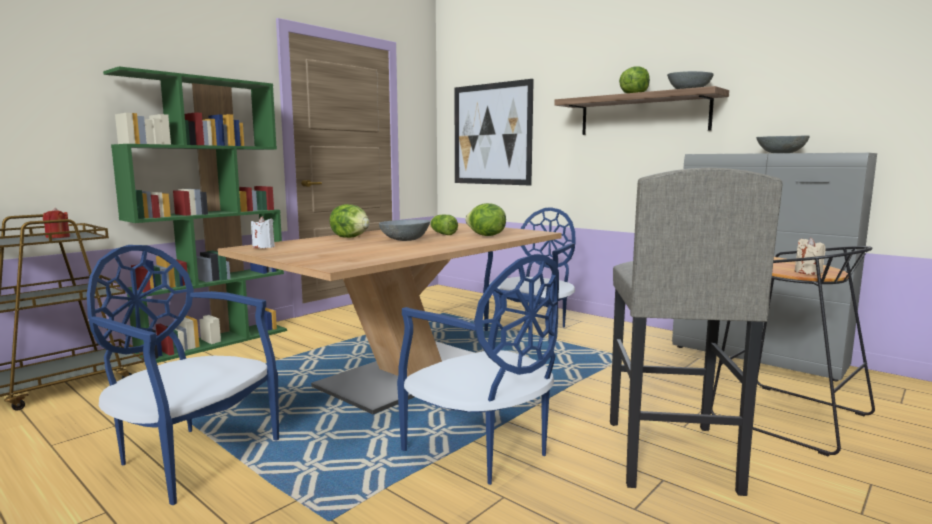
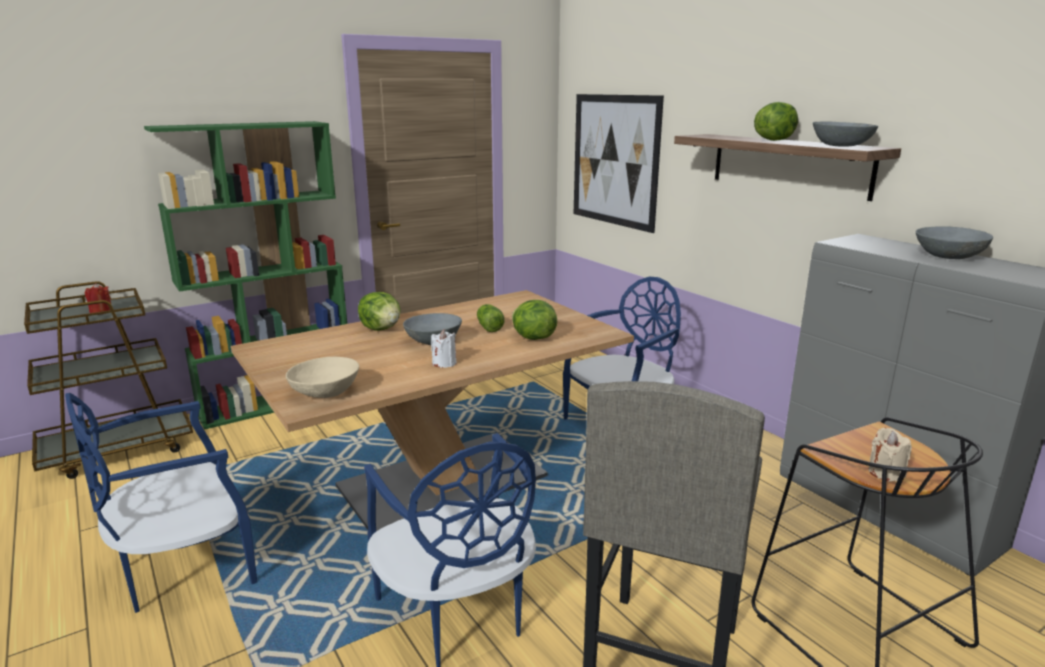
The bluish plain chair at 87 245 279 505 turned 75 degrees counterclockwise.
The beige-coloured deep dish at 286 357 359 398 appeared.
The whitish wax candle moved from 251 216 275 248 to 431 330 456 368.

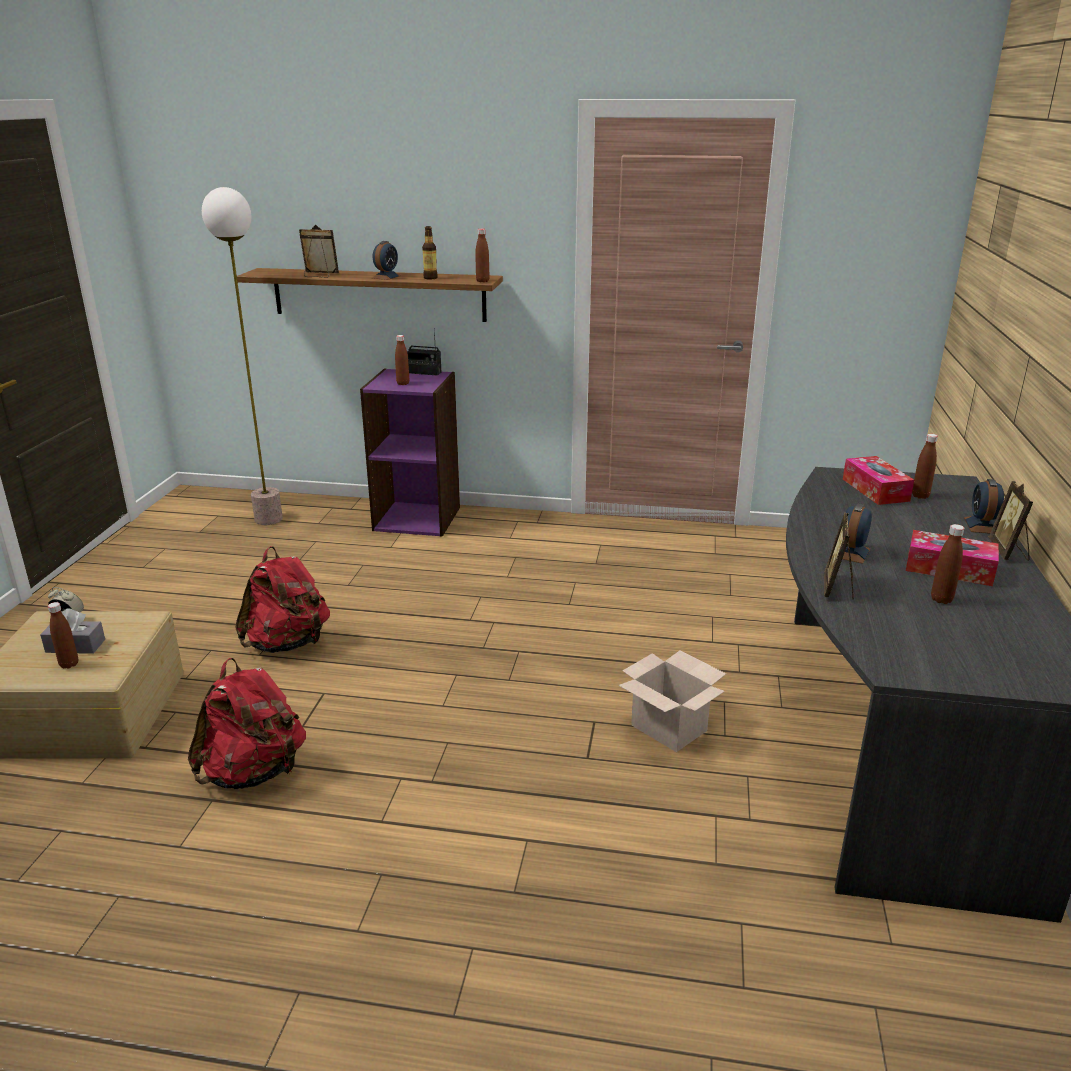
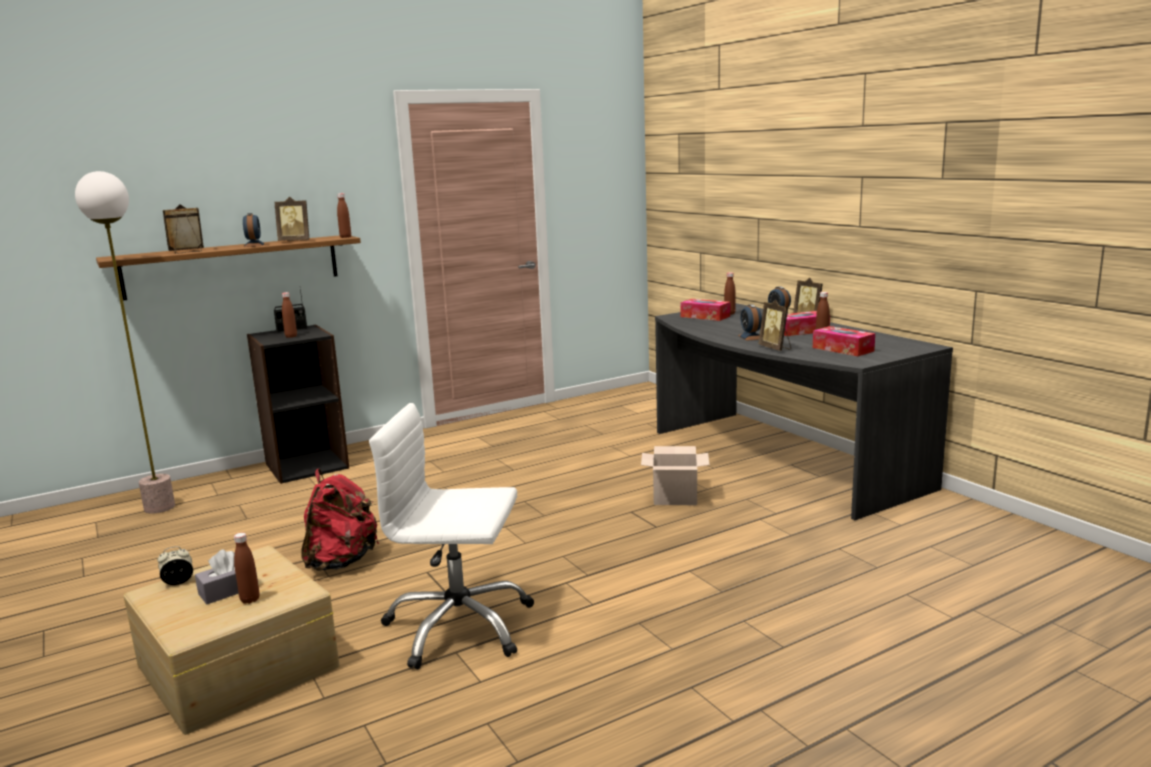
The purple bookcase at 360 368 460 537 became the blackish bookcase at 247 324 349 484.
The bottle at 422 226 438 279 was replaced by the photo frame at 275 197 309 241.
The reddish knapsack at 188 658 306 789 was replaced by the whitish computer chair at 369 403 534 669.
The tissue holder at 813 326 875 356 appeared.

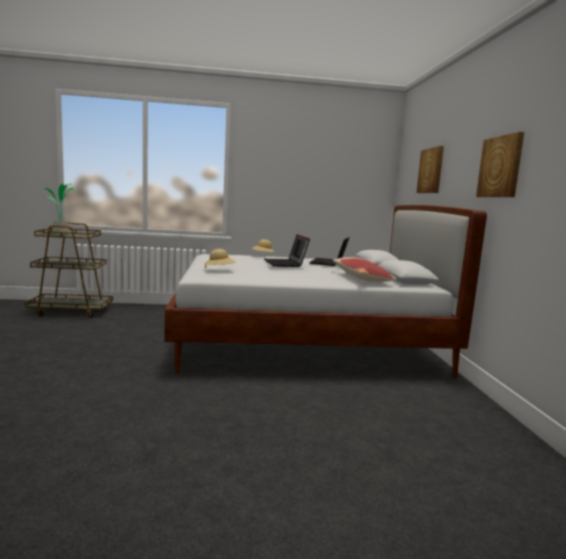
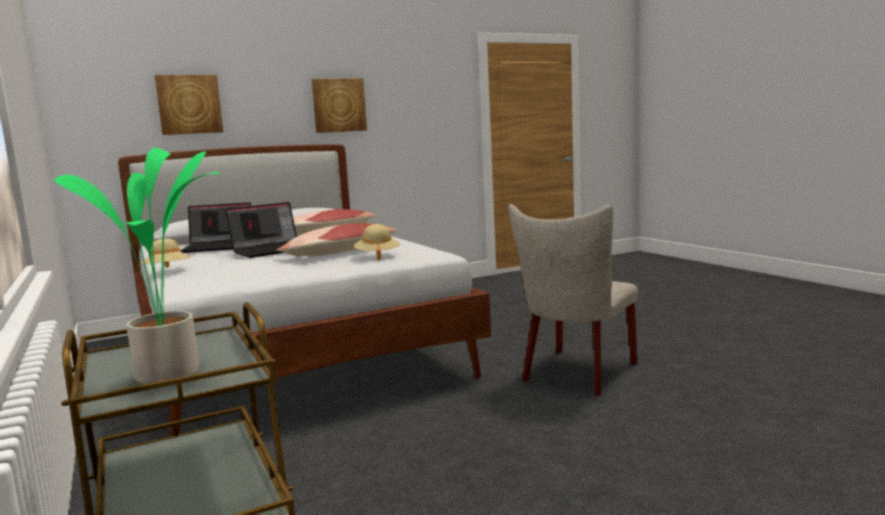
The throw pillow at 277 223 397 257 appeared.
The beige-coloured plain chair at 509 204 638 396 appeared.

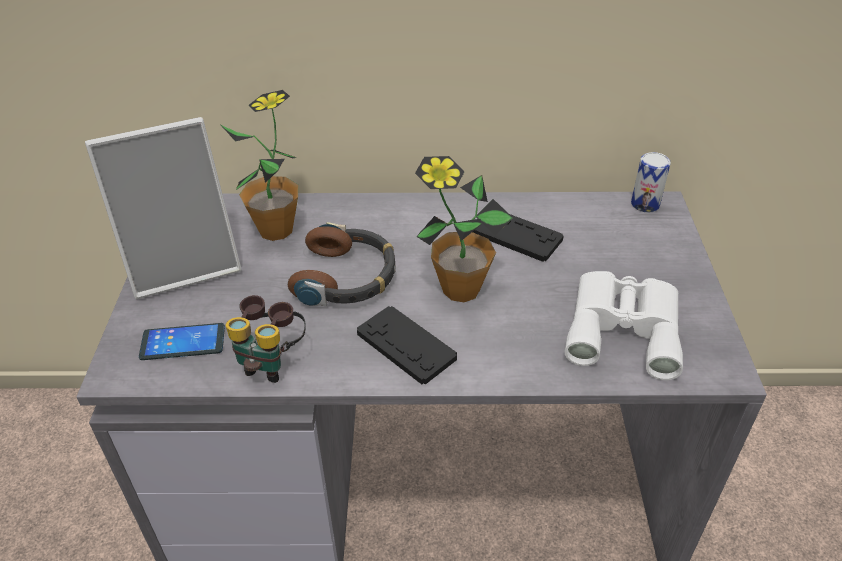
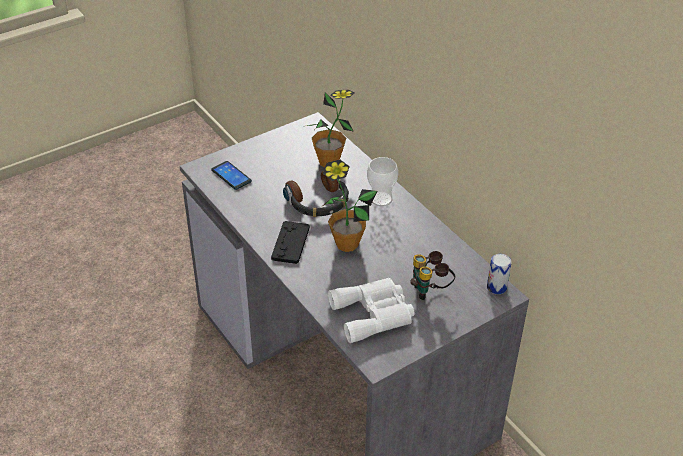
The drinking cup at 367 157 398 206 appeared.
The field glasses moved from 225 295 306 383 to 410 251 455 300.
The photo frame at 85 117 242 299 disappeared.
The blackish joypad at 473 214 564 262 disappeared.

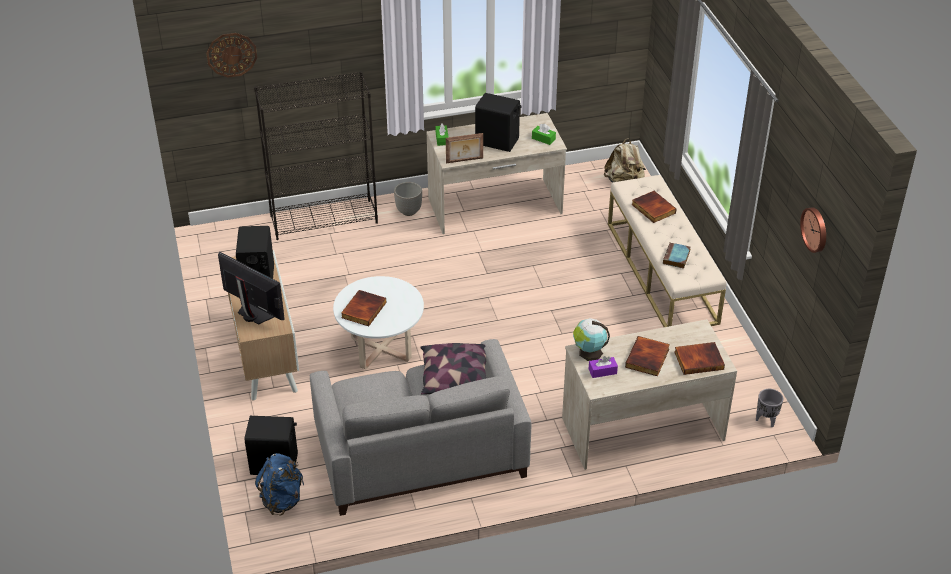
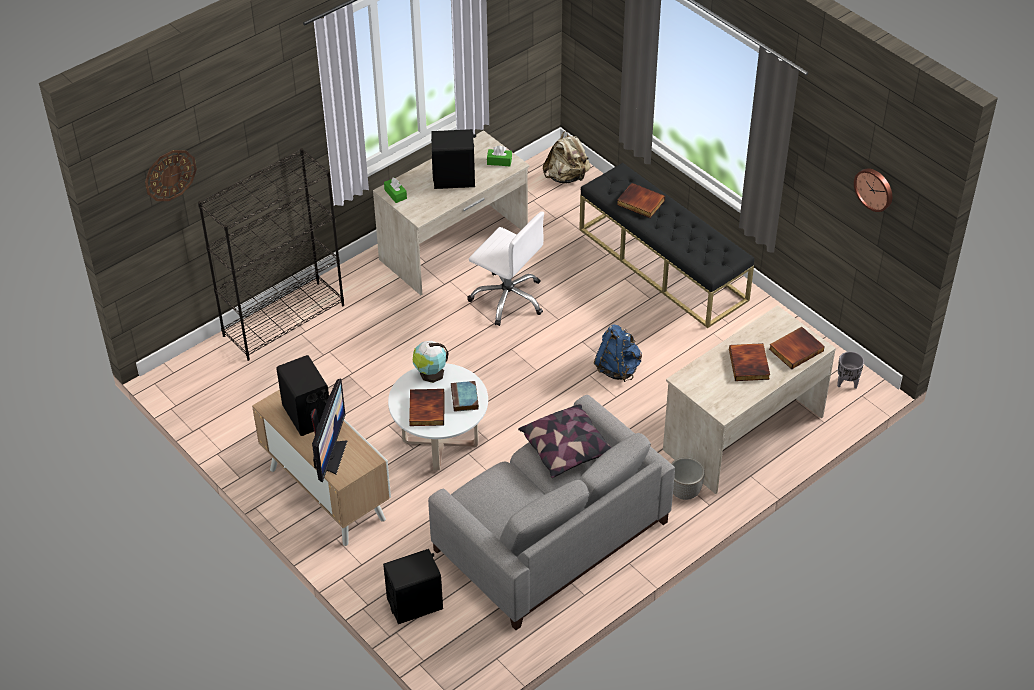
The computer display at 218 252 285 324 turned 90 degrees clockwise.
The desk globe moved from 573 318 610 361 to 413 341 448 383.
The bound book moved from 663 243 691 269 to 451 381 479 412.
The whitish computer chair at 468 211 544 326 appeared.
The beige-coloured long seat at 608 175 727 327 became the blackish long seat at 579 163 754 328.
The bluish knapsack moved from 255 453 304 516 to 594 324 642 382.
The planter moved from 394 182 422 216 to 671 457 705 500.
The photo frame at 446 133 483 163 disappeared.
The purple tissue holder at 589 356 618 378 disappeared.

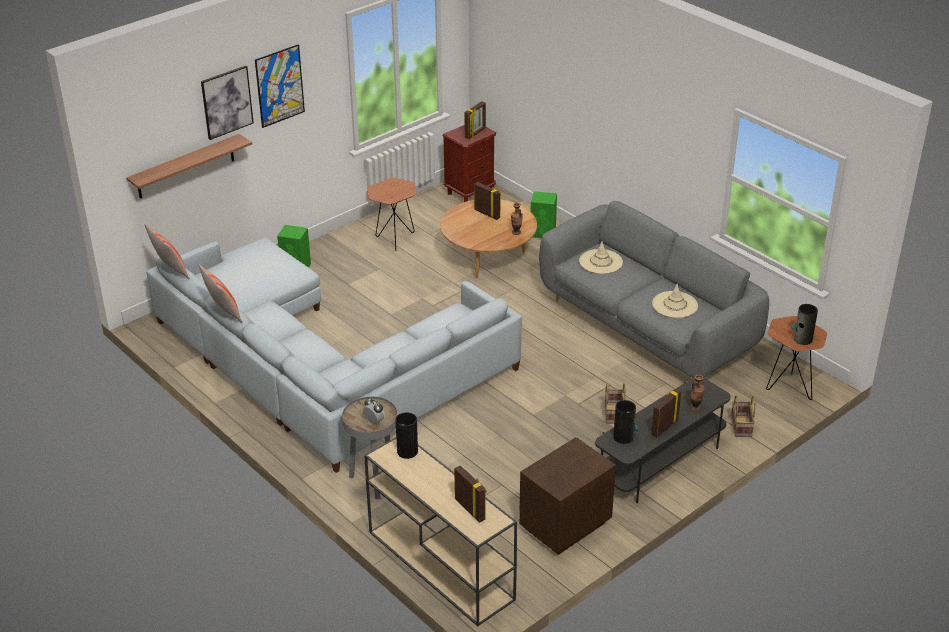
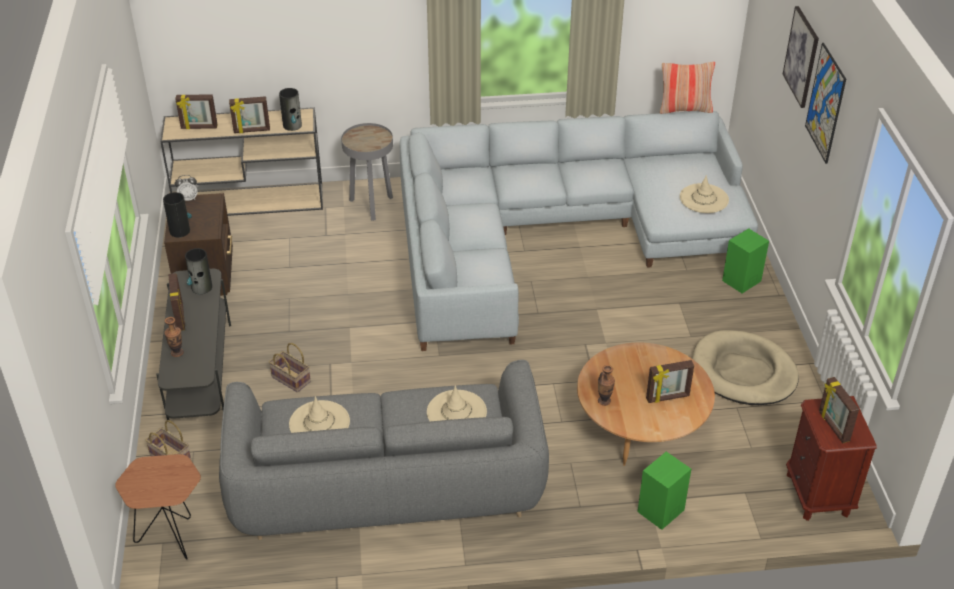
The flower vase moved from 791 304 818 345 to 163 192 192 237.
The table clock moved from 363 398 385 424 to 175 175 198 201.
The photo frame at 229 96 270 133 appeared.
The beige-coloured hat at 680 175 729 213 appeared.
The brownish accent table at 367 178 417 251 was replaced by the beige-coloured dog cushion at 692 330 799 405.
The bracket shelf at 126 134 252 198 disappeared.
The throw pillow at 198 264 243 323 disappeared.

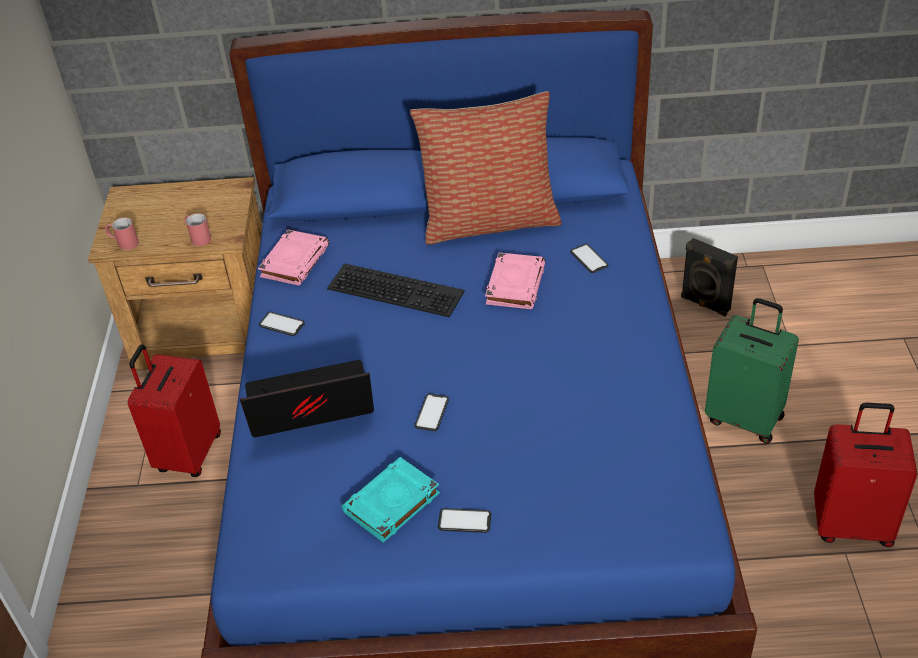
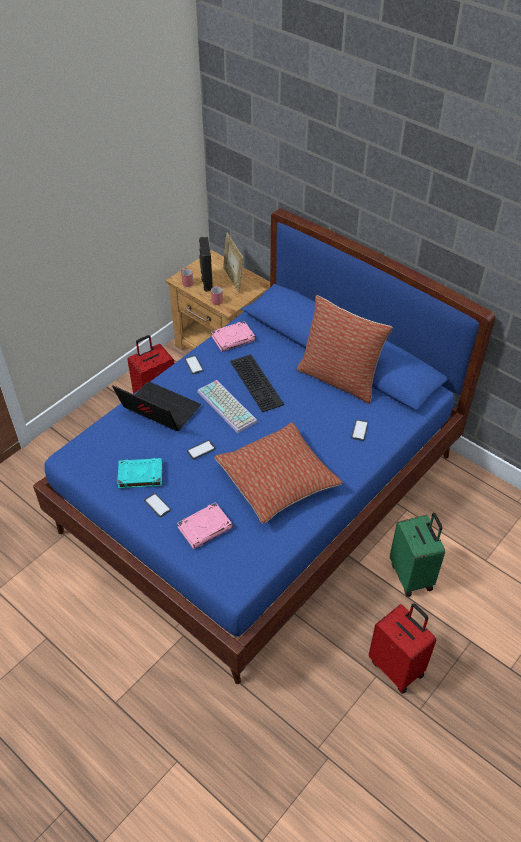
The pink-coloured bound book moved from 485 253 545 309 to 177 502 233 549.
The computer keyboard at 197 380 258 433 appeared.
The blackish loudspeaker moved from 681 238 738 316 to 199 237 213 292.
The throw pillow at 214 422 343 524 appeared.
The photo frame at 223 233 243 292 appeared.

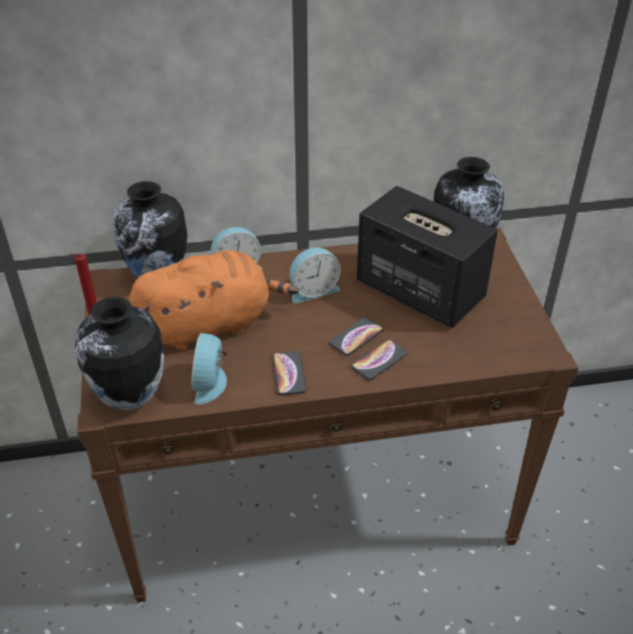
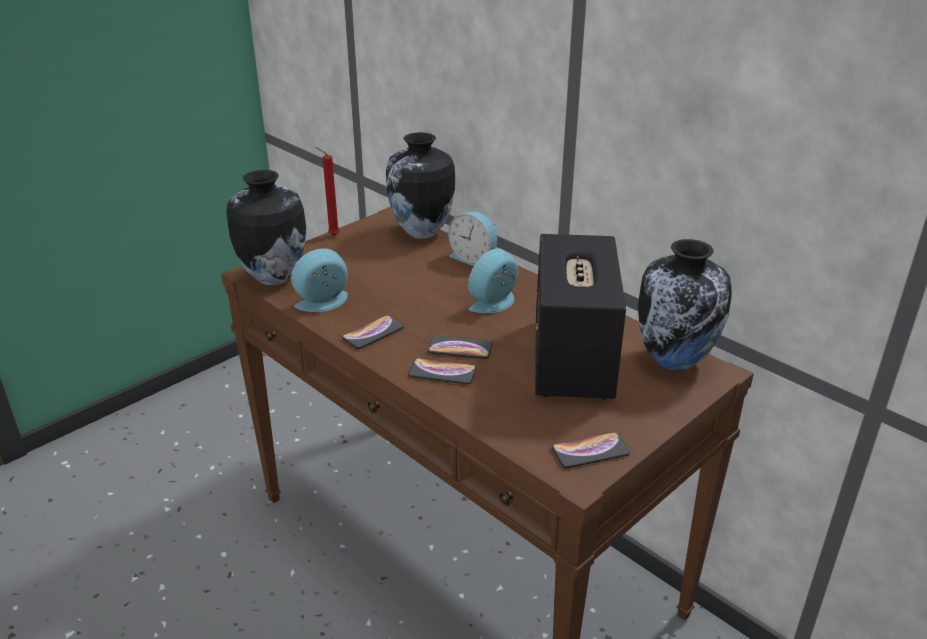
The table clock at 290 248 341 303 turned 105 degrees clockwise.
The telephone at 552 432 630 468 appeared.
The orange plush toy at 129 250 299 350 disappeared.

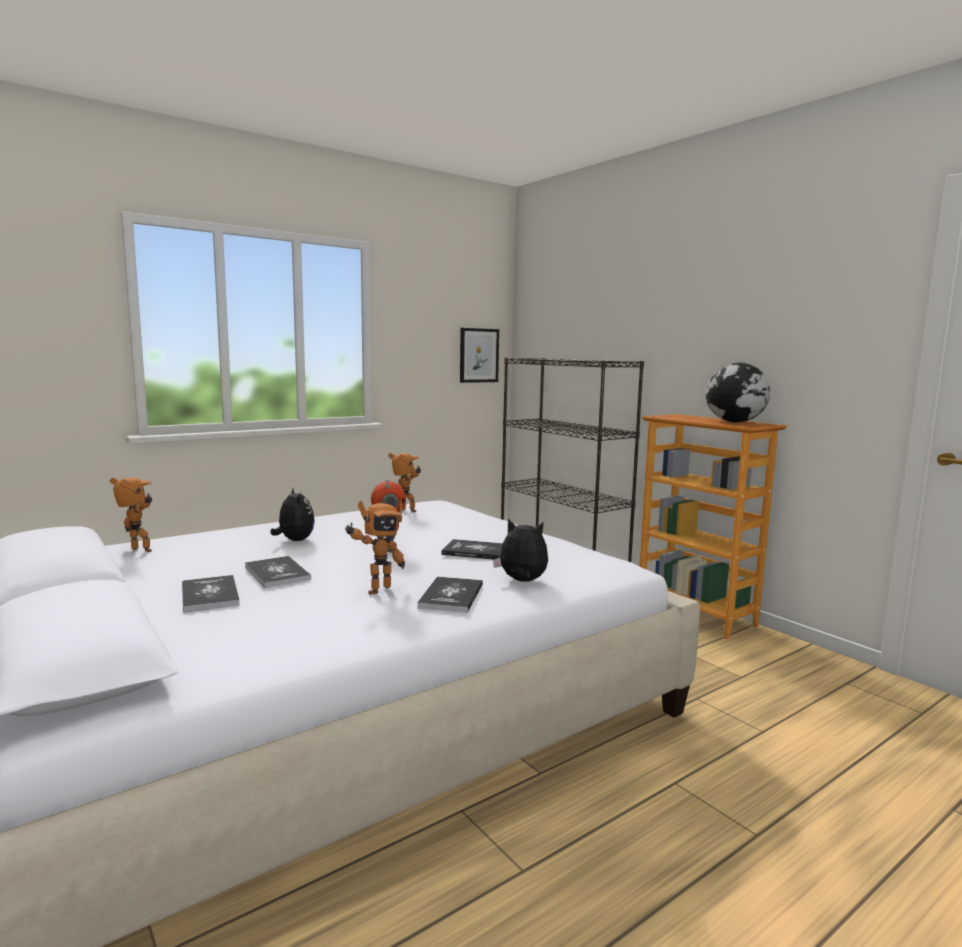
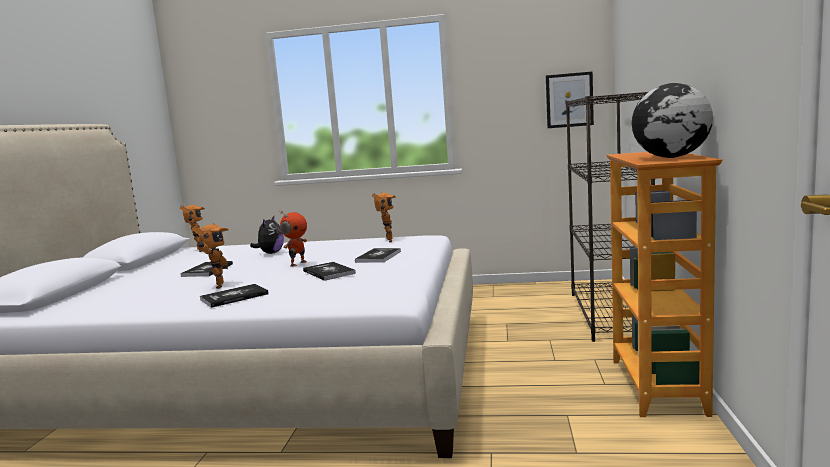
The model robot at 345 501 405 595 turned 90 degrees counterclockwise.
The bound book moved from 182 575 240 613 to 355 248 401 263.
The plush toy at 493 519 548 582 disappeared.

